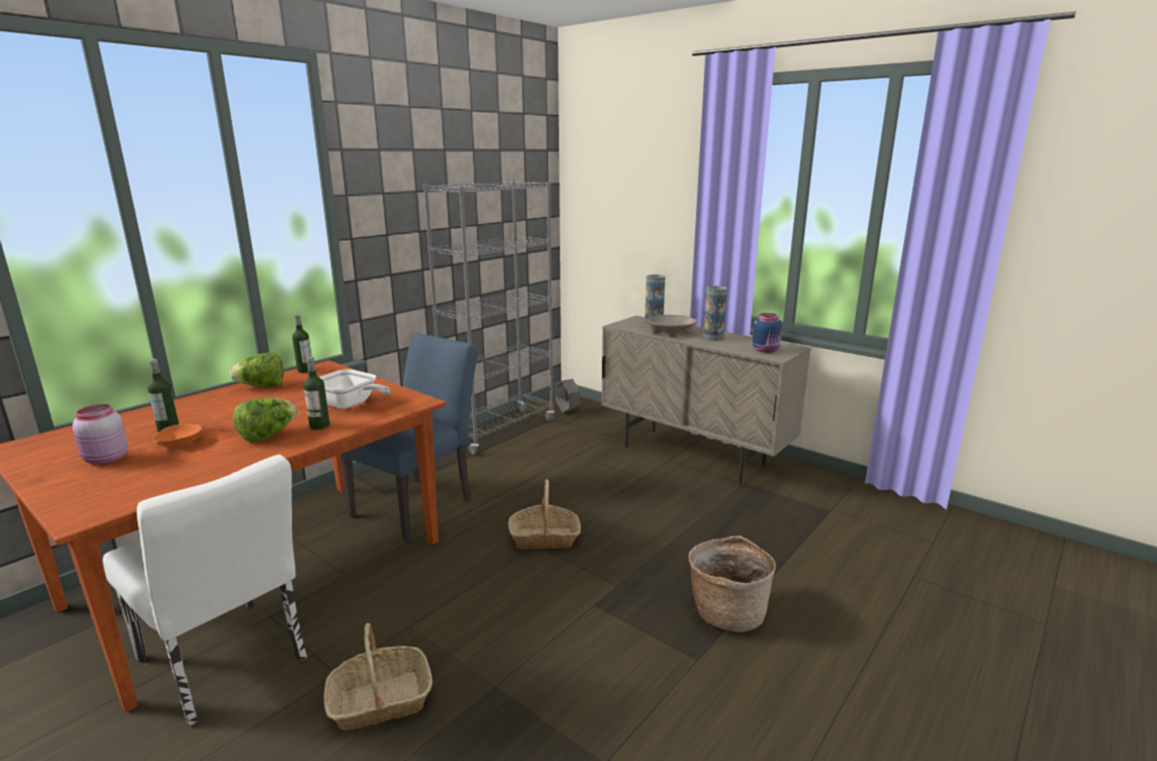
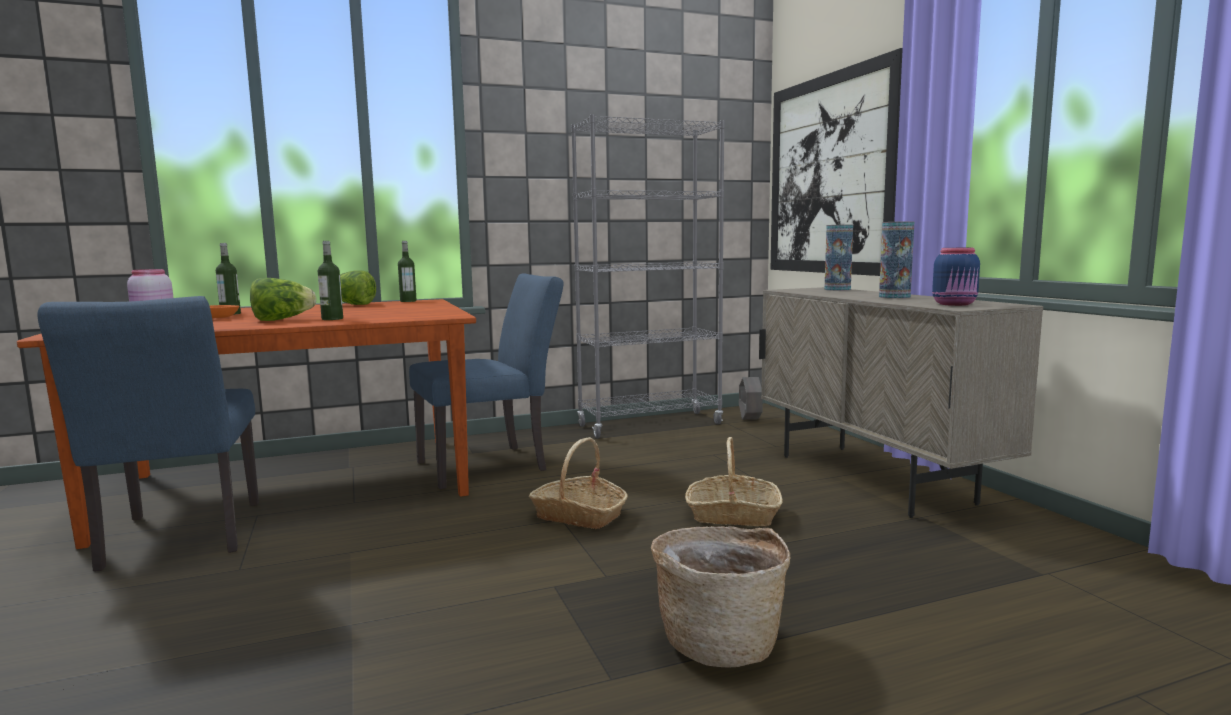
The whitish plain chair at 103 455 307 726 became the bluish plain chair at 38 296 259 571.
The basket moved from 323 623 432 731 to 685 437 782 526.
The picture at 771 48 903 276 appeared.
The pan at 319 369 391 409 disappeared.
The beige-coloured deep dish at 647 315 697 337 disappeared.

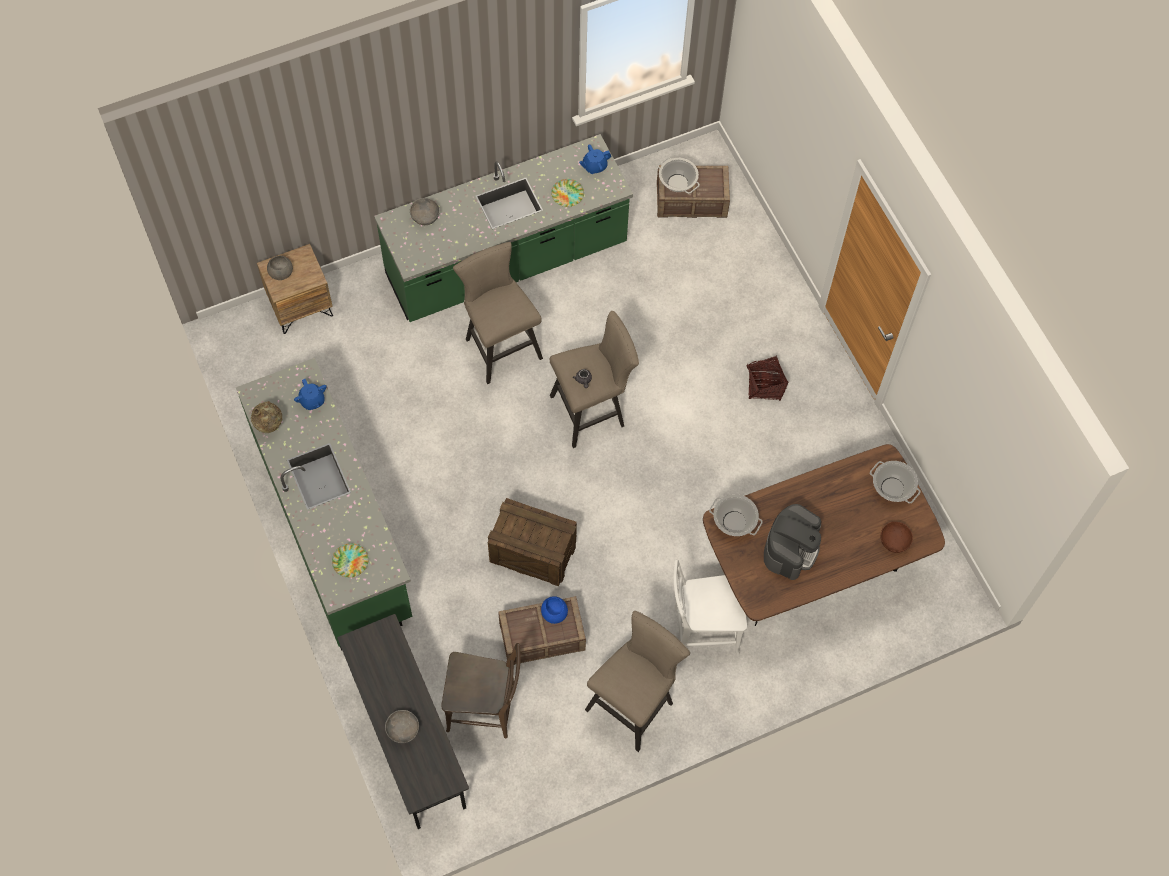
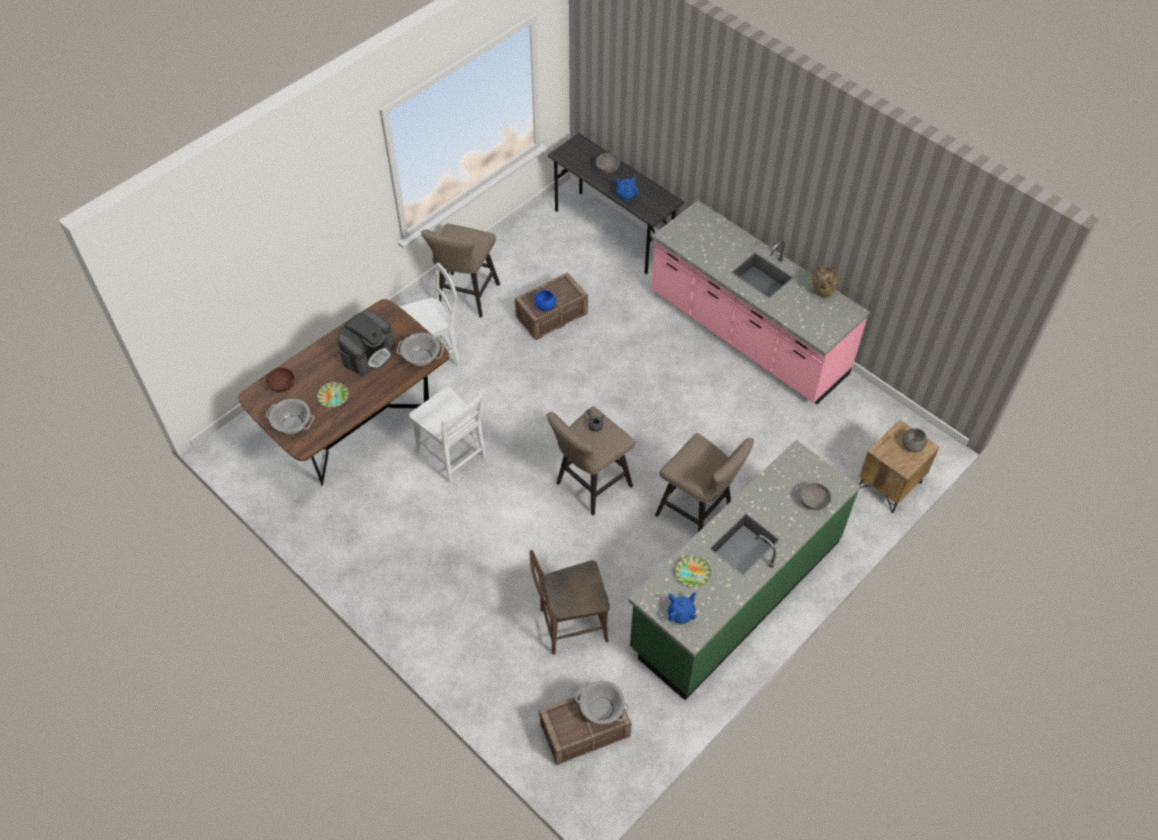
The dinner plate moved from 332 543 369 578 to 317 382 349 408.
The coffee machine at 764 504 821 580 turned 150 degrees counterclockwise.
The whitish plain chair at 409 387 486 484 appeared.
The brownish plain chair moved from 441 643 520 738 to 530 550 610 654.
The bluish pot for tea moved from 294 379 327 410 to 615 177 639 201.
The greenish counter at 236 358 412 651 became the pink-coloured counter at 652 200 870 404.
The shipping crate at 488 498 577 586 disappeared.
The basket at 746 356 789 401 disappeared.

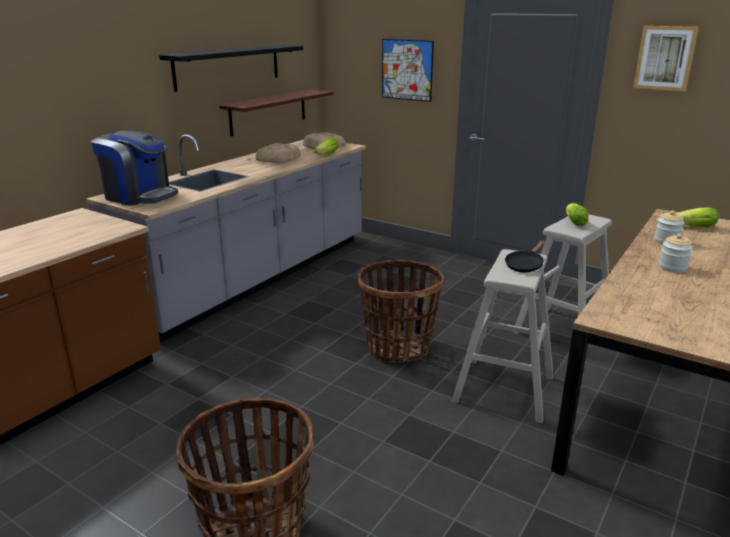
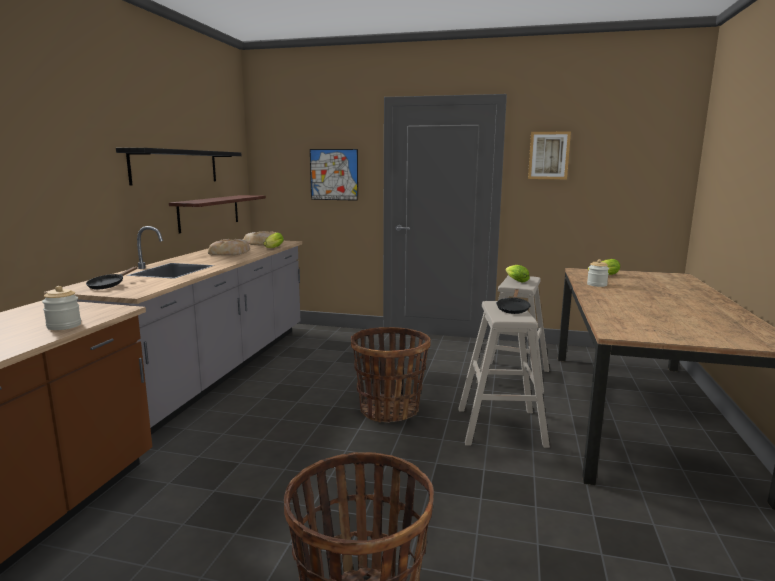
The jar moved from 659 234 693 273 to 42 286 81 330.
The coffee machine at 91 131 178 206 was replaced by the blackish pan at 86 266 137 289.

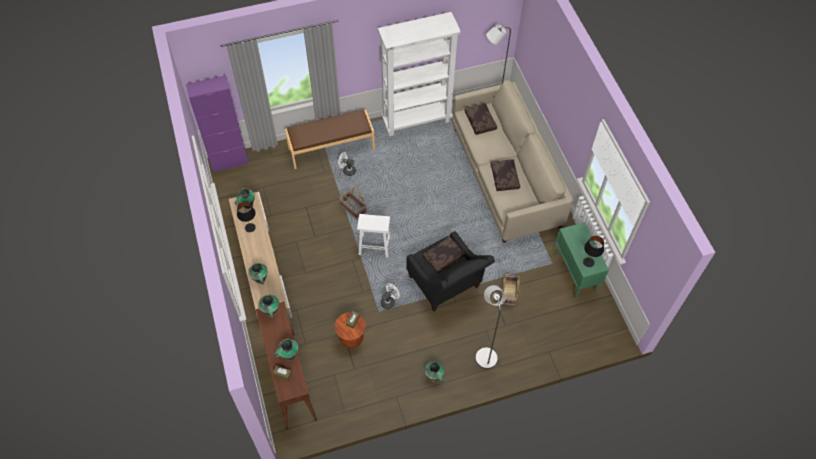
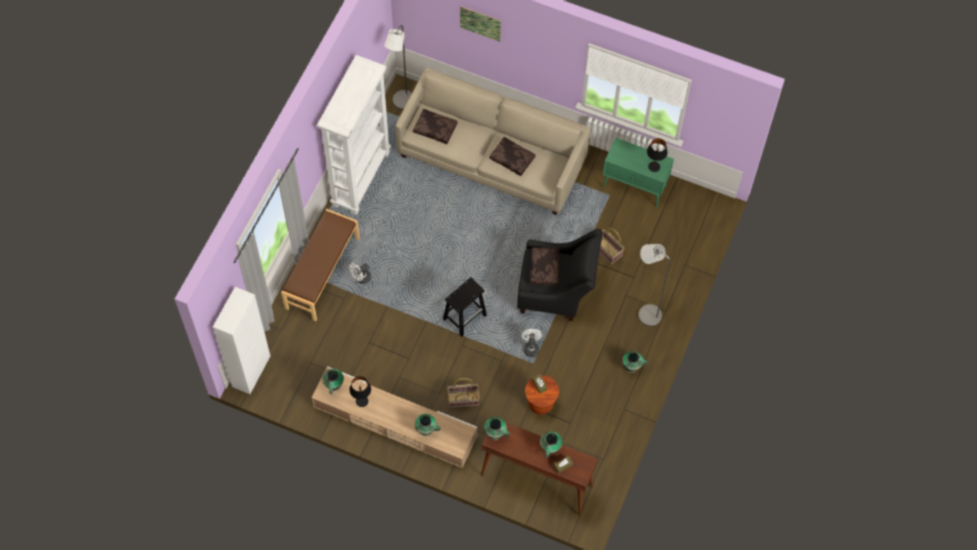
The purple cupboard at 186 75 249 172 became the whitish cupboard at 213 287 271 394.
The whitish stool seat at 357 214 391 257 became the blackish stool seat at 443 277 487 337.
The basket moved from 340 188 367 220 to 447 378 480 408.
The picture at 460 6 501 42 appeared.

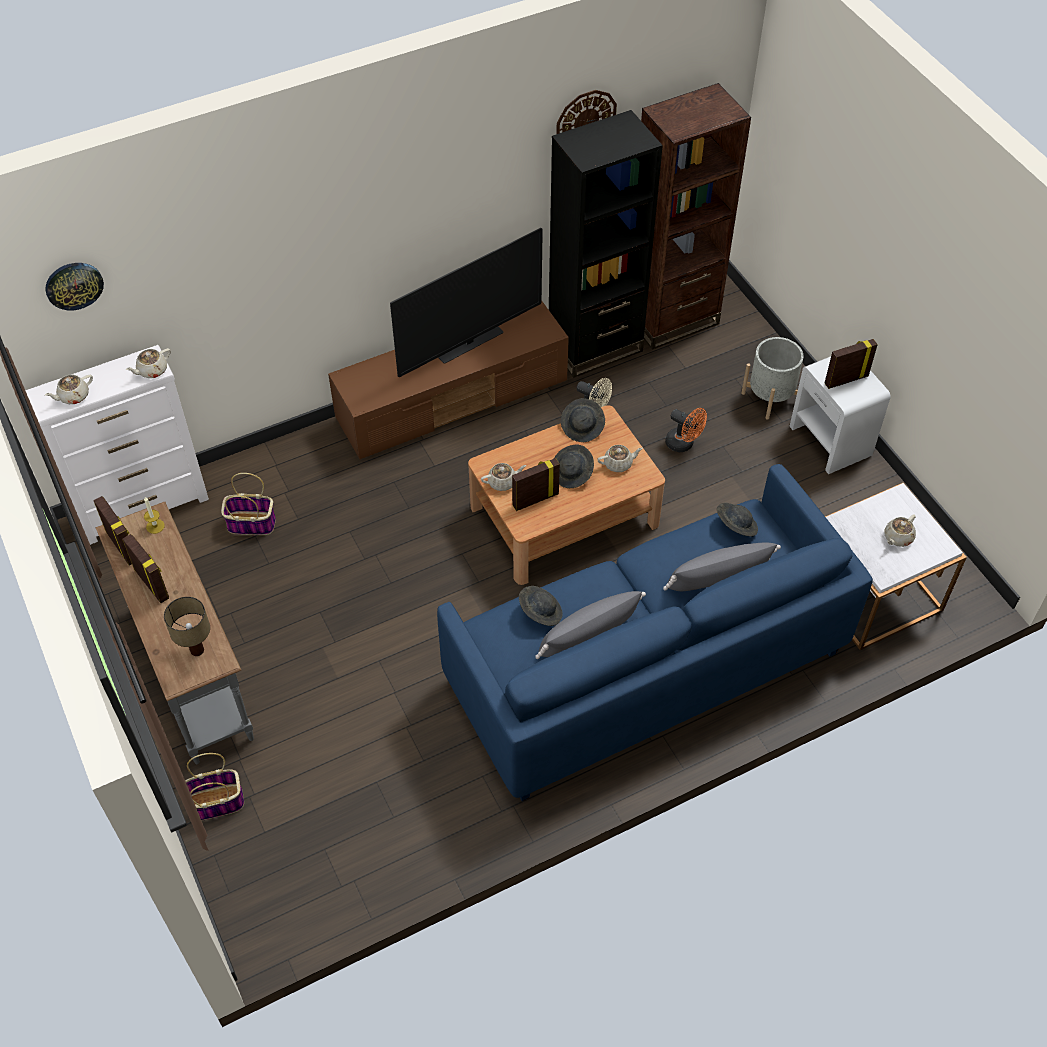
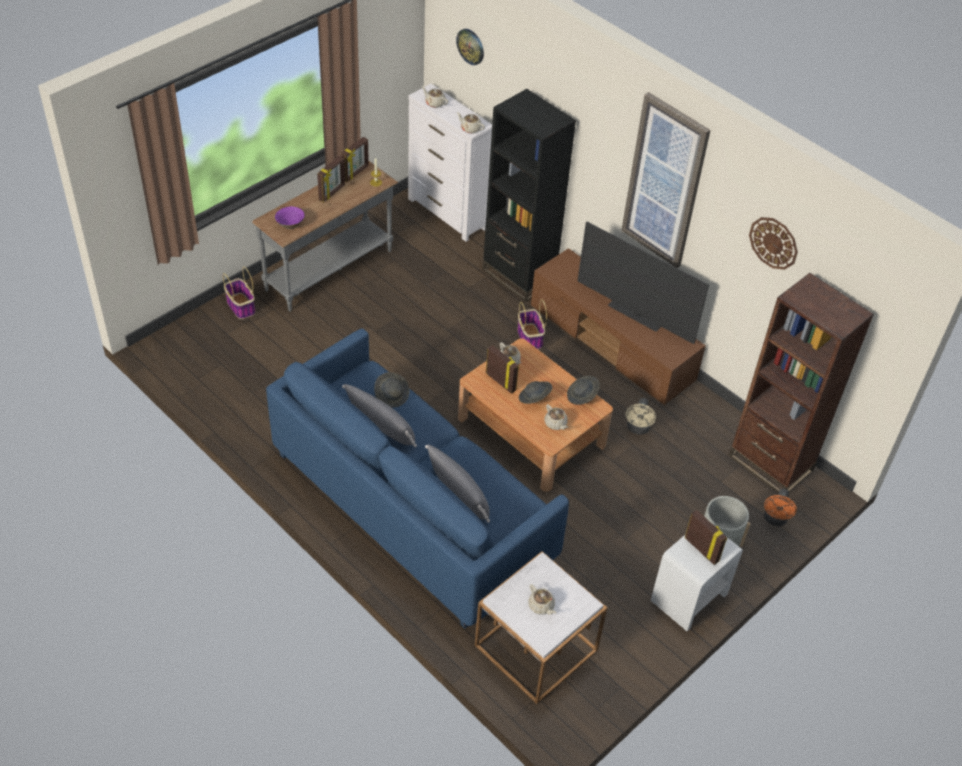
The tabletop lamp at 164 597 210 656 was replaced by the purple deep dish at 275 206 305 229.
The blackish bookcase moved from 549 110 663 378 to 482 89 576 302.
The basket moved from 221 473 276 535 to 517 299 547 349.
The beige-coloured pot for tea at 885 514 916 547 turned 150 degrees counterclockwise.
The picture at 621 92 710 268 appeared.
The orange fan moved from 665 408 707 452 to 764 489 797 526.
The gray hat at 717 503 758 537 disappeared.

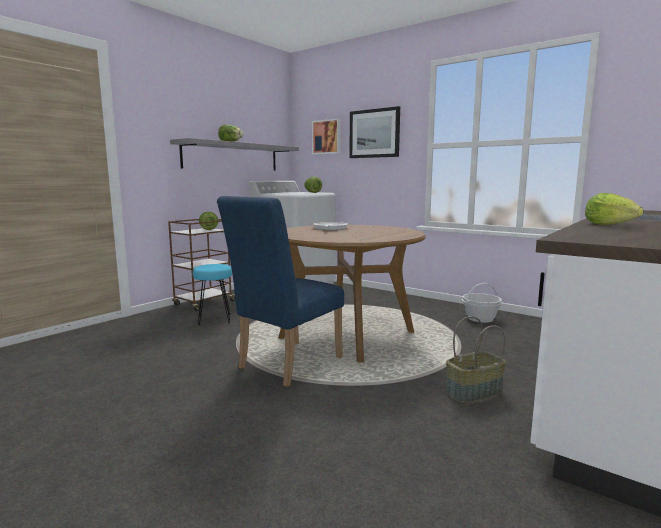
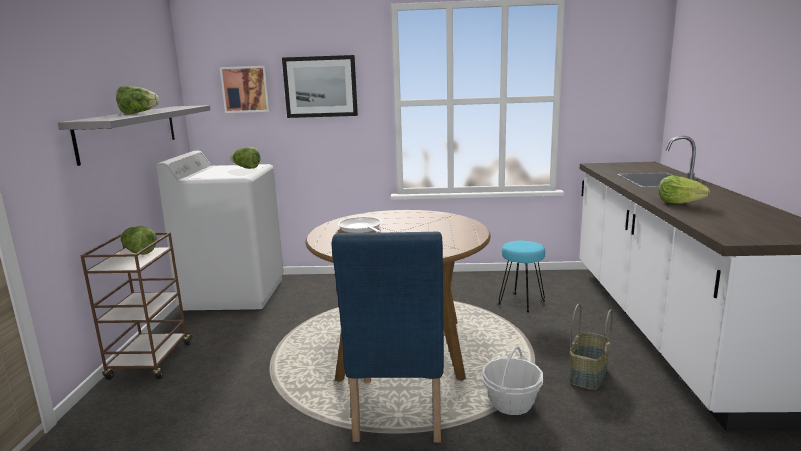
The basket moved from 462 283 502 323 to 481 346 543 415.
The turquoise stool seat moved from 193 264 232 325 to 498 241 545 313.

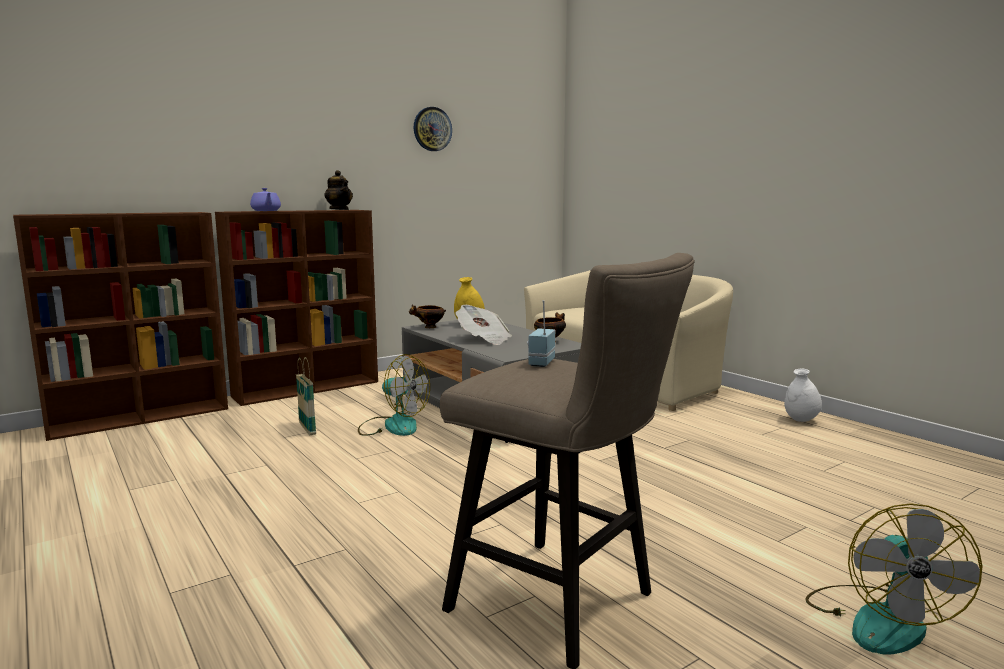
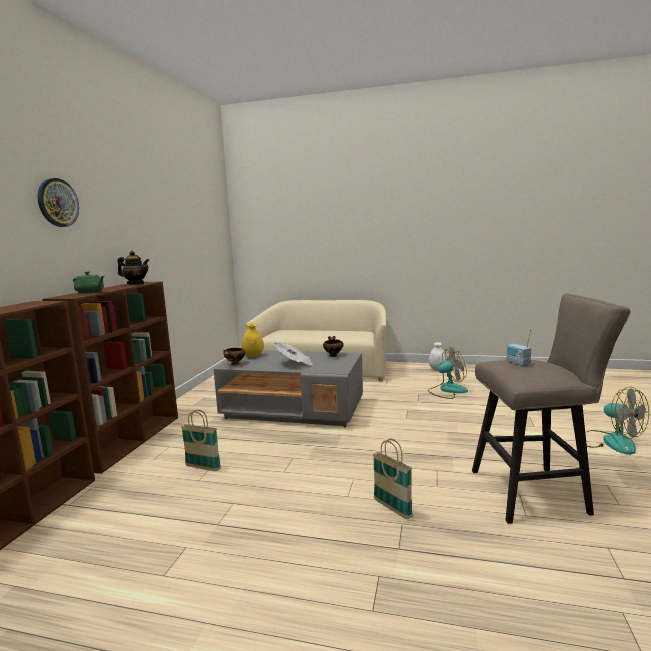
The hanging clock moved from 414 107 452 151 to 37 178 79 227.
The purple pot for tea at 250 188 281 211 became the greenish pot for tea at 73 272 104 293.
The basket at 373 439 413 519 appeared.
The fan moved from 358 354 430 436 to 428 347 468 399.

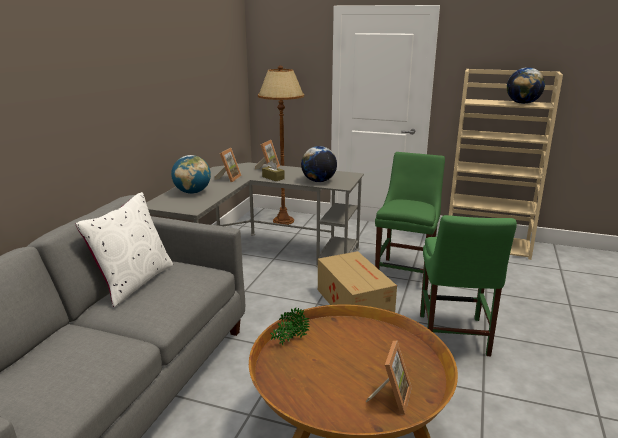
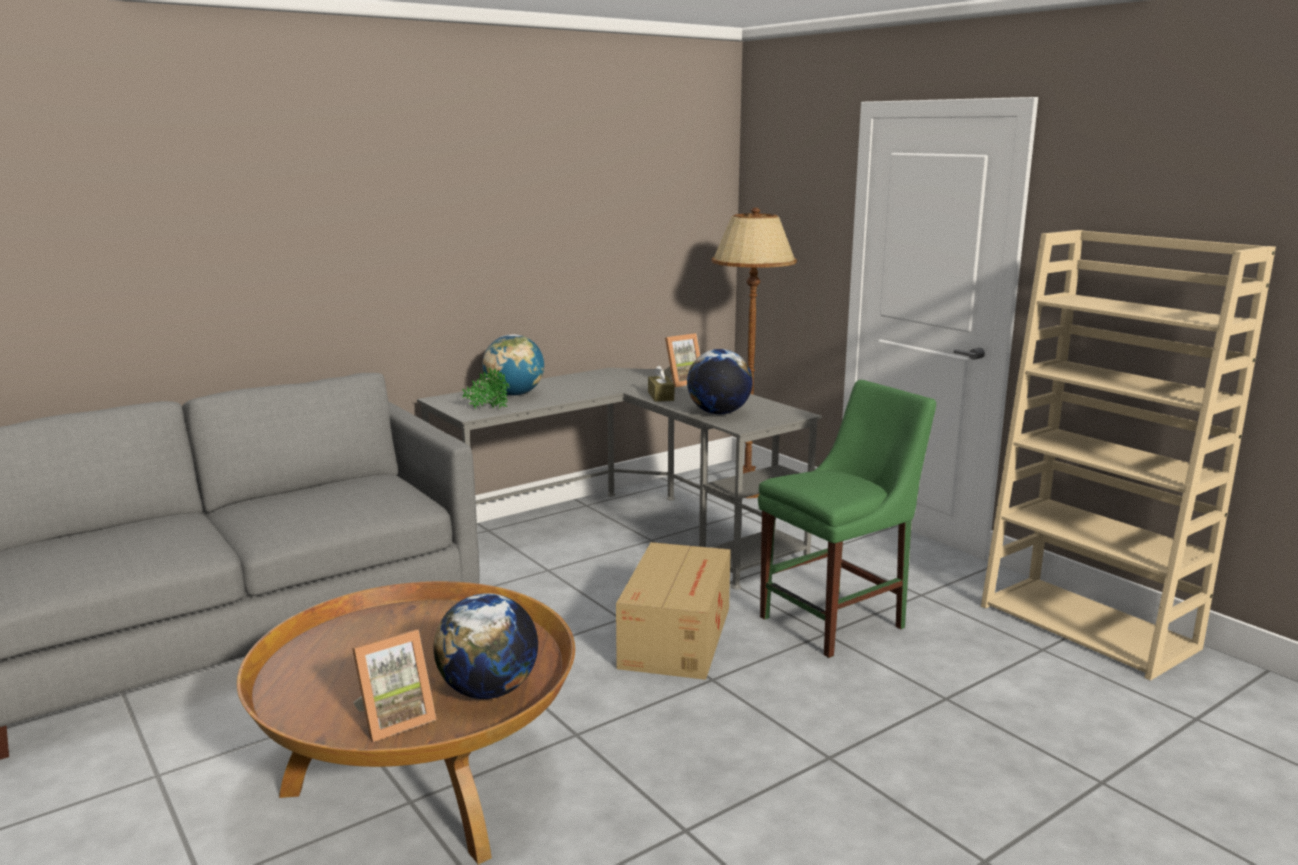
The desk globe moved from 507 67 545 104 to 434 593 538 699.
The houseplant moved from 270 308 309 346 to 462 368 510 409.
The whitish throw pillow at 76 192 173 307 disappeared.
The photo frame at 214 148 242 182 disappeared.
The greenish plain chair at 420 215 517 356 disappeared.

